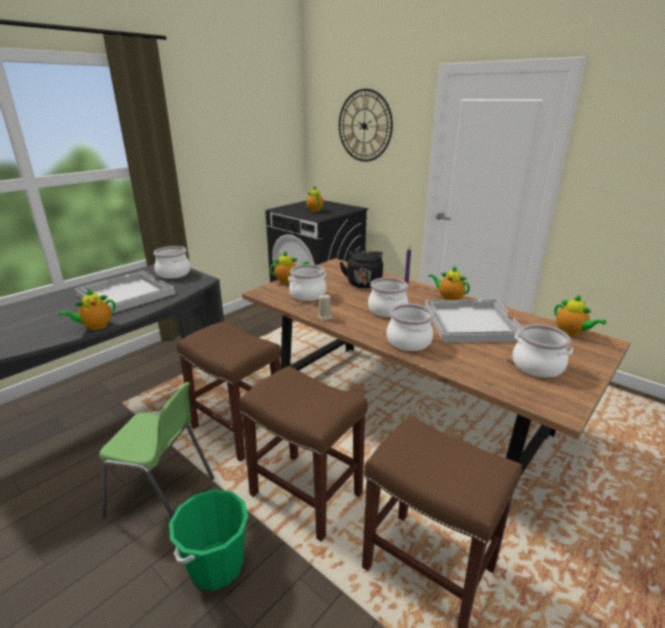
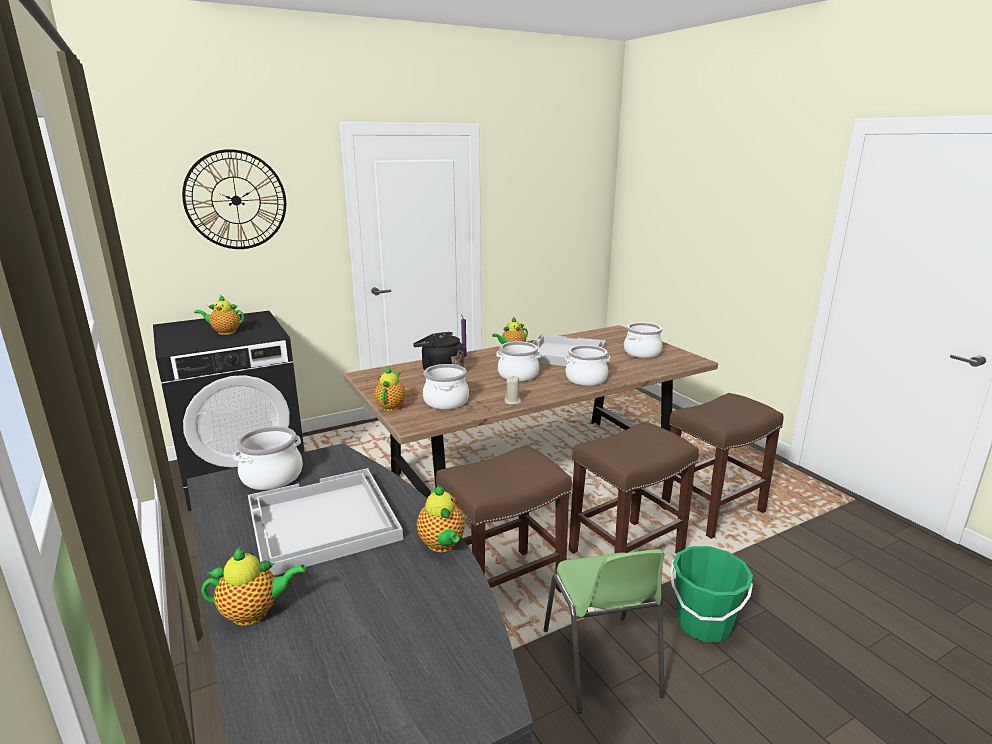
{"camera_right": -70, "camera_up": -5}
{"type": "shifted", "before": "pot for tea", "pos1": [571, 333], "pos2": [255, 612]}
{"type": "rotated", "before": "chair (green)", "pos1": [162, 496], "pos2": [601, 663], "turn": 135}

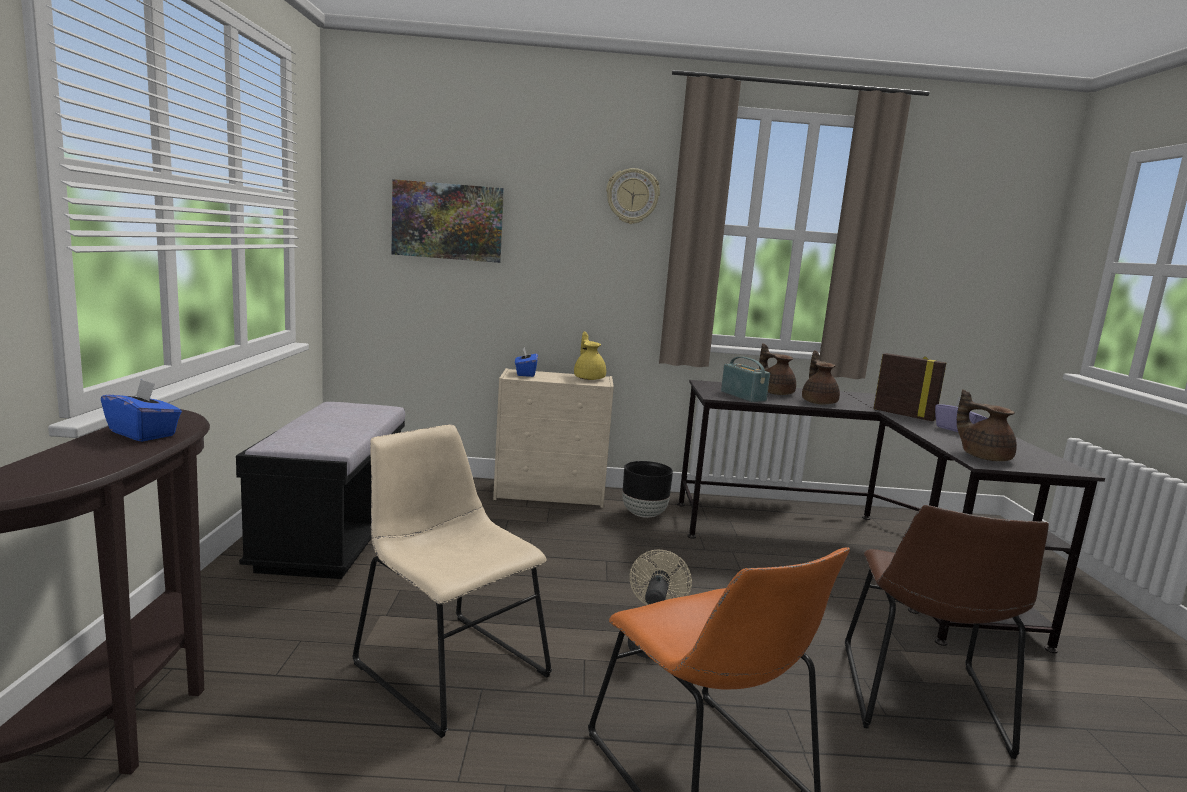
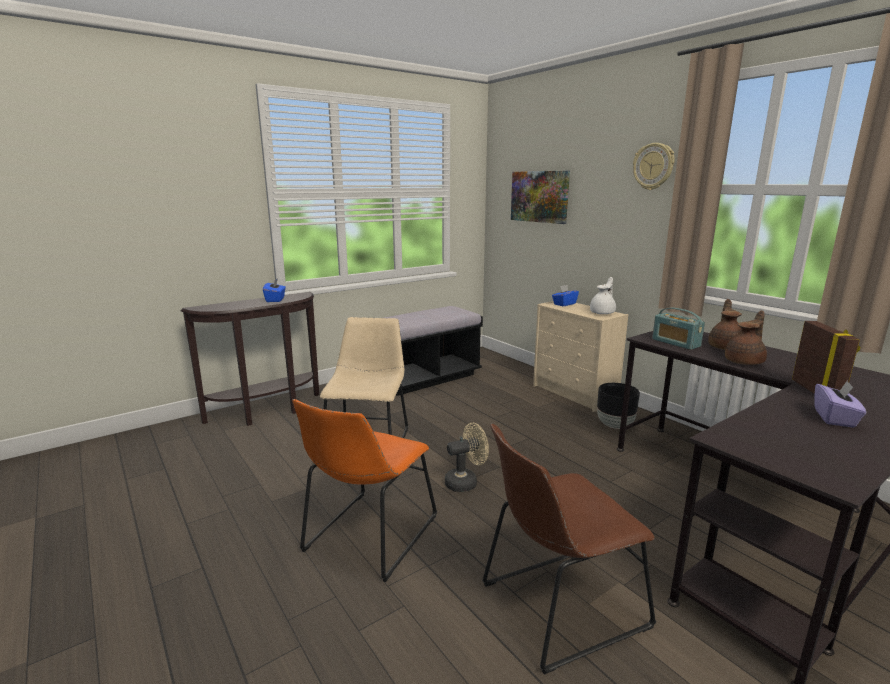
{"camera_right": 55, "camera_up": 5}
{"type": "repainted", "before": "pot for tea (yellowish)", "after": "pot for tea (white-coloured)", "pos1": [589, 378], "pos2": [603, 313]}
{"type": "rotated", "before": "radio set", "pos1": [743, 396], "pos2": [675, 343], "turn": 120}
{"type": "gone", "before": "pot for tea (brown)", "pos1": [983, 457]}

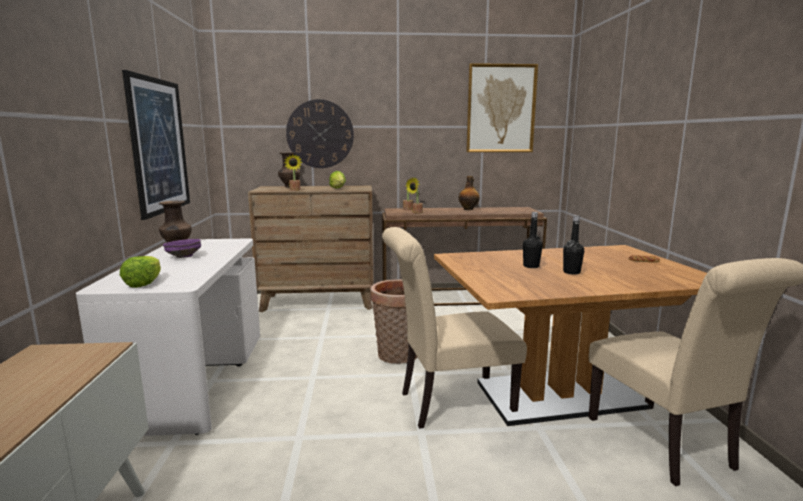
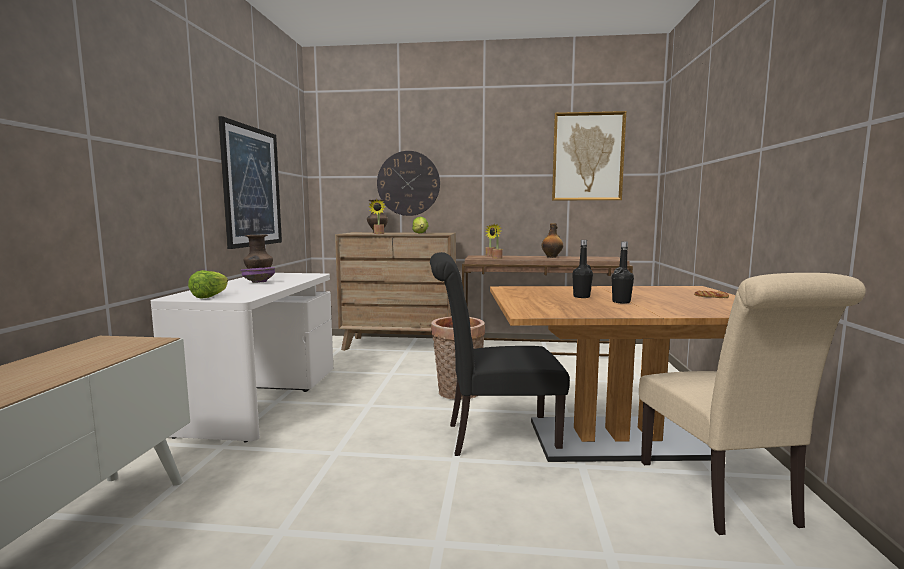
{"camera_right": 10, "camera_up": -5}
{"type": "repainted", "before": "chair (beige)", "after": "chair (black)", "pos1": [449, 404], "pos2": [494, 437]}

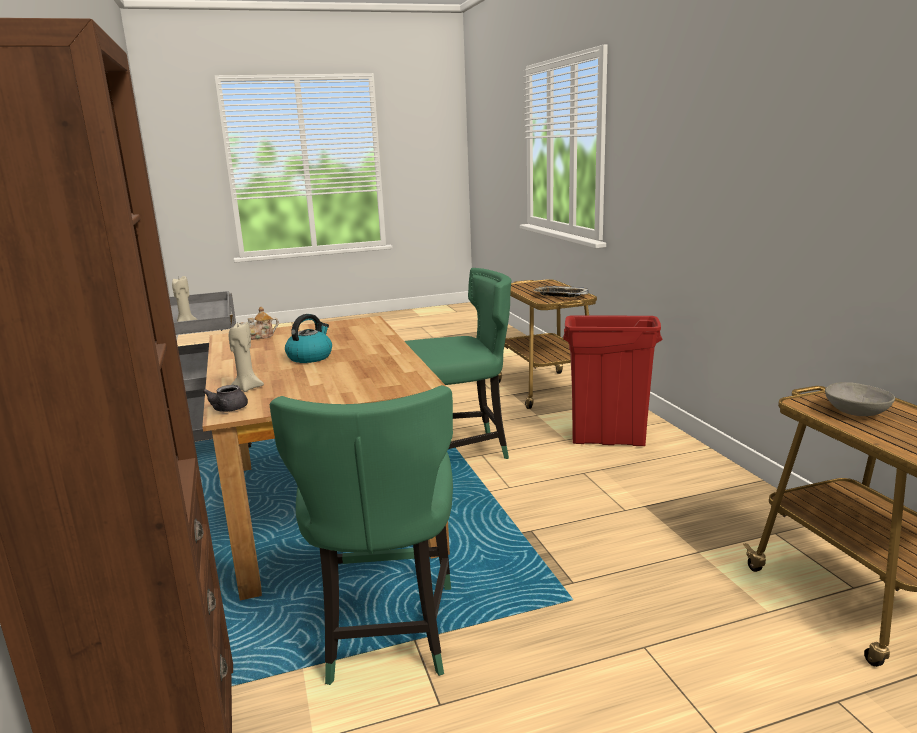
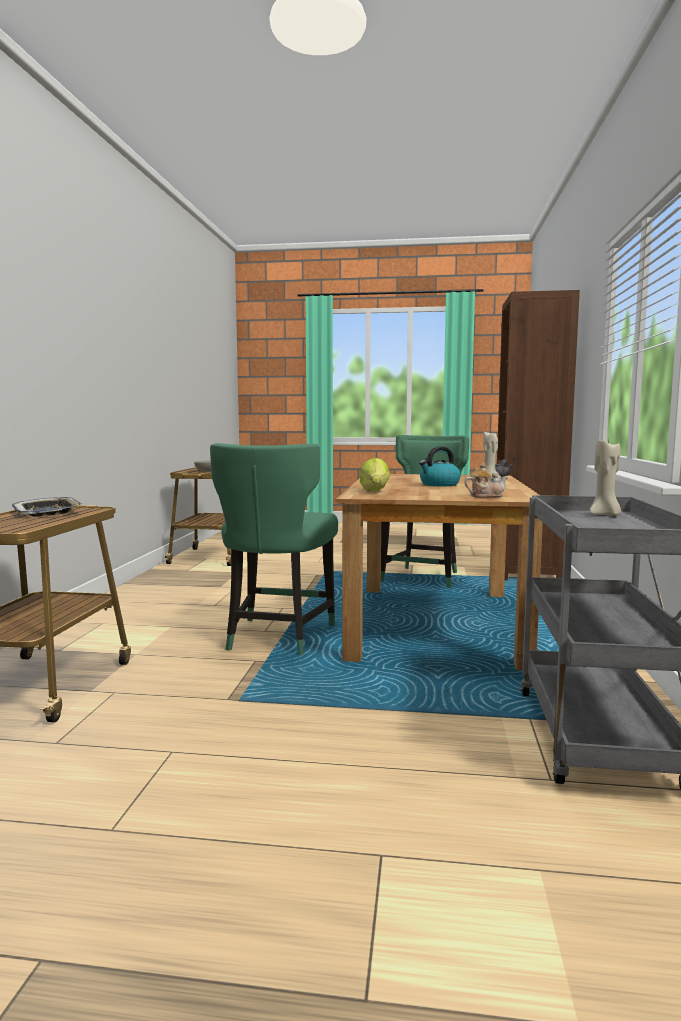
{"camera_right": -155, "camera_up": -10}
{"type": "rotated", "before": "chair (green)", "pos1": [461, 450], "pos2": [277, 637], "turn": -90}
{"type": "new", "after": "head of lettuce", "pos2": [375, 491]}
{"type": "gone", "before": "waste bin (reddish)", "pos1": [607, 440]}

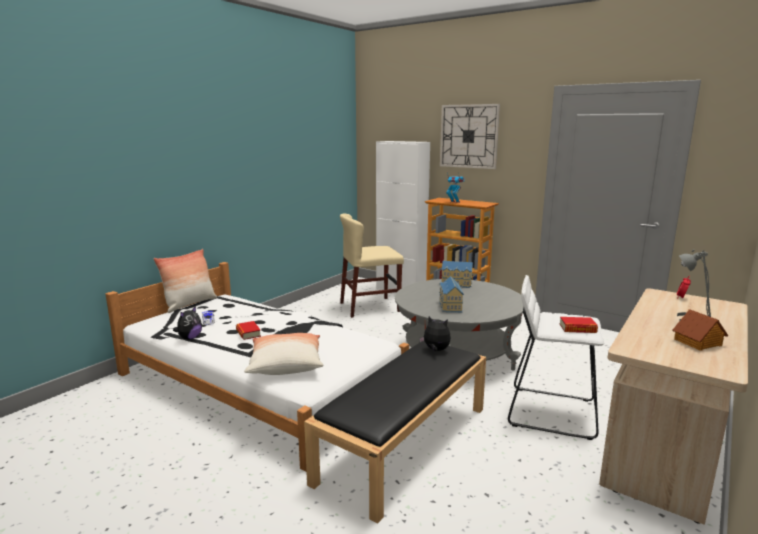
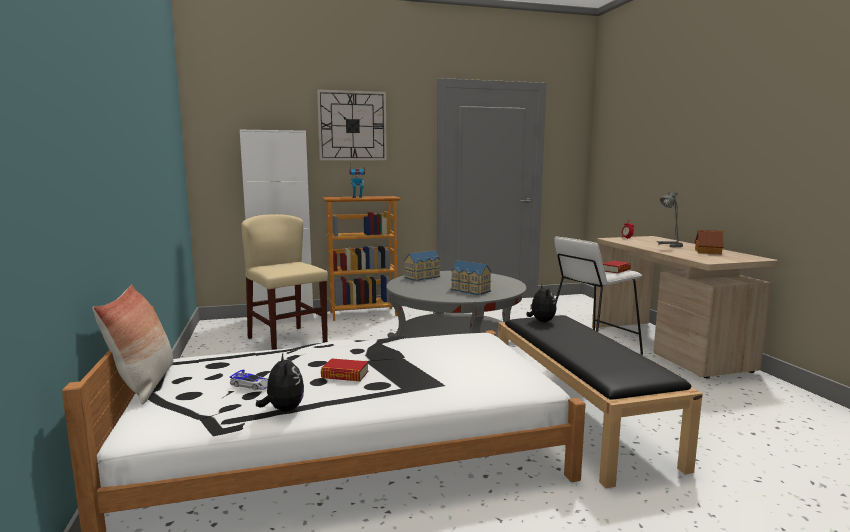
{"camera_right": -50, "camera_up": -5}
{"type": "rotated", "before": "chair (beige)", "pos1": [369, 307], "pos2": [287, 341], "turn": 120}
{"type": "rotated", "before": "cuddly toy", "pos1": [435, 350], "pos2": [541, 321], "turn": 105}
{"type": "gone", "before": "cushion", "pos1": [285, 364]}

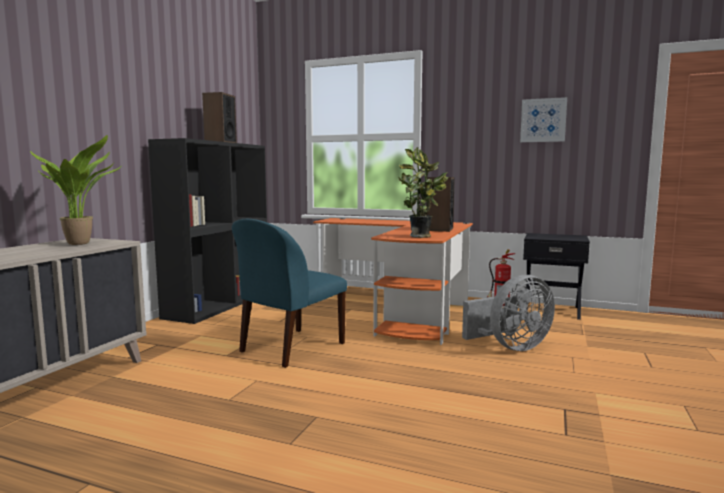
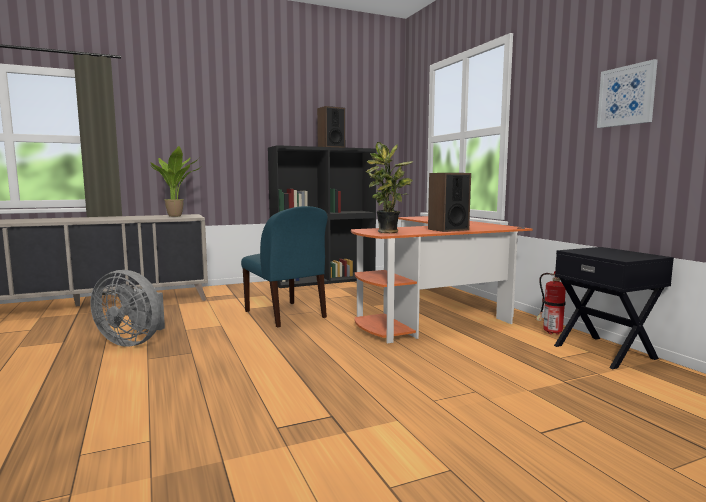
{"camera_right": 45, "camera_up": 0}
{"type": "shifted", "before": "fan (gray)", "pos1": [511, 347], "pos2": [133, 341]}
{"type": "rotated", "before": "chair (bluish)", "pos1": [290, 348], "pos2": [286, 315], "turn": -120}

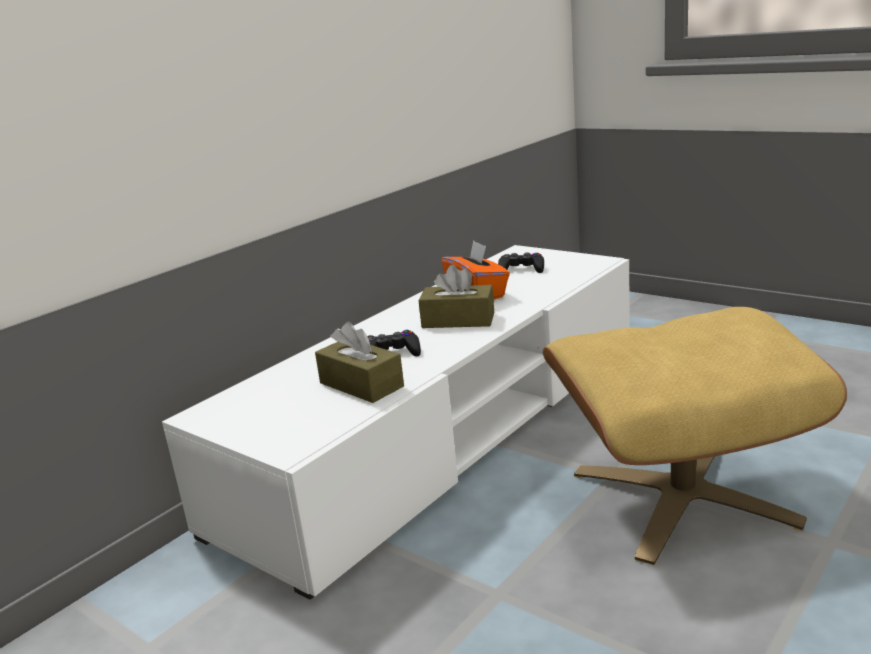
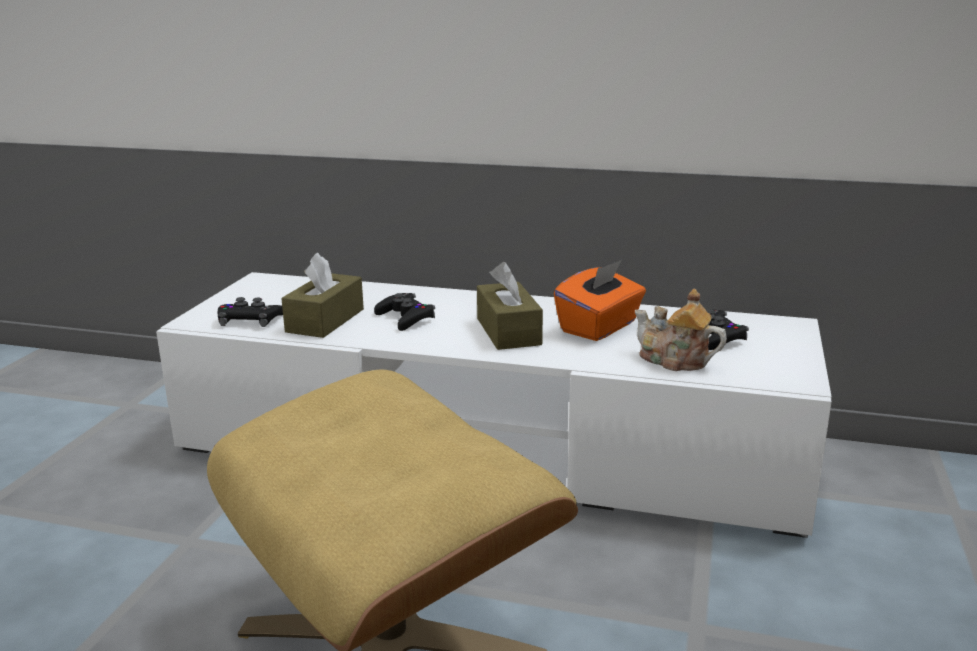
{"camera_right": 65, "camera_up": 0}
{"type": "new", "after": "gamepad (black)", "pos2": [250, 321]}
{"type": "new", "after": "pot for tea", "pos2": [674, 360]}

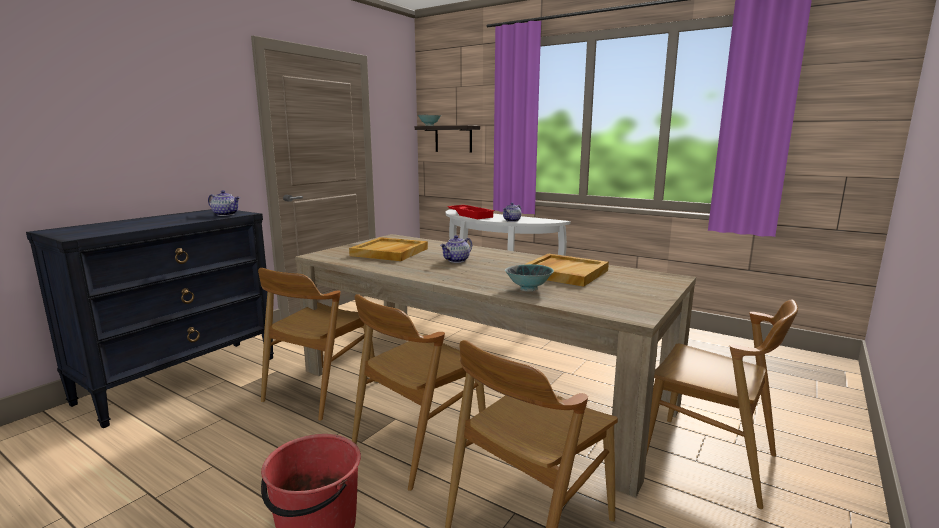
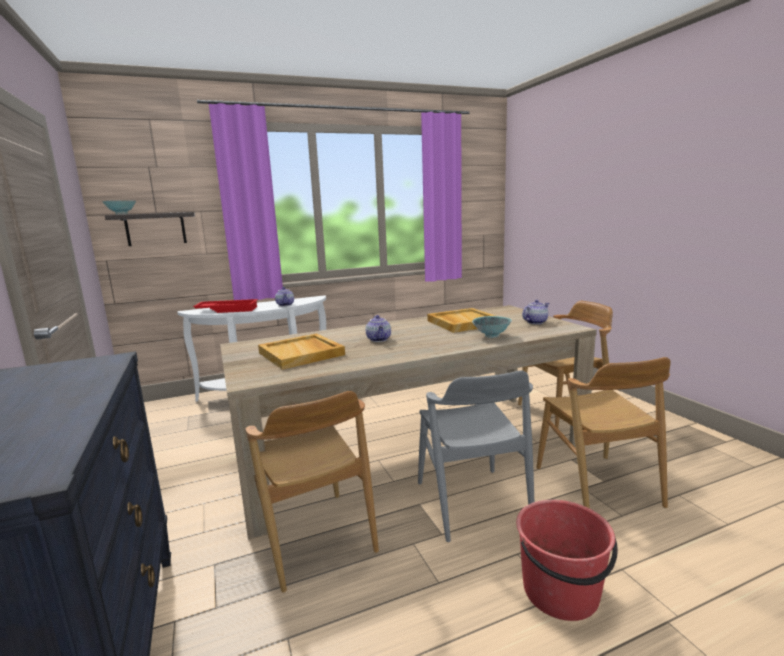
{"camera_right": -55, "camera_up": 0}
{"type": "repainted", "before": "chair (brown)", "after": "chair (gray)", "pos1": [419, 444], "pos2": [472, 503]}
{"type": "shifted", "before": "pot for tea", "pos1": [226, 214], "pos2": [535, 322]}

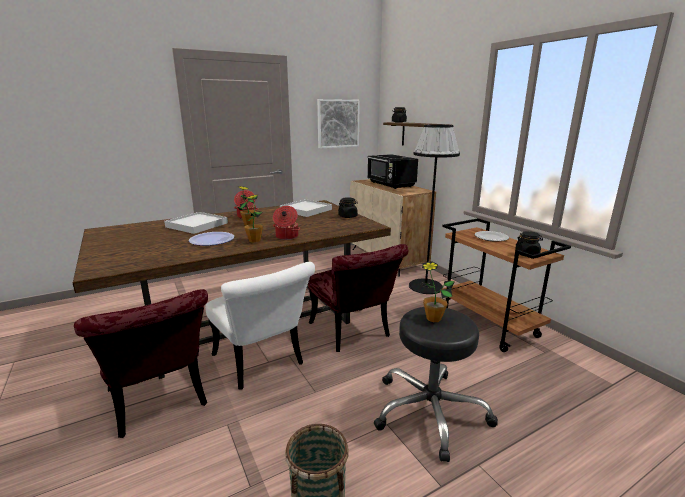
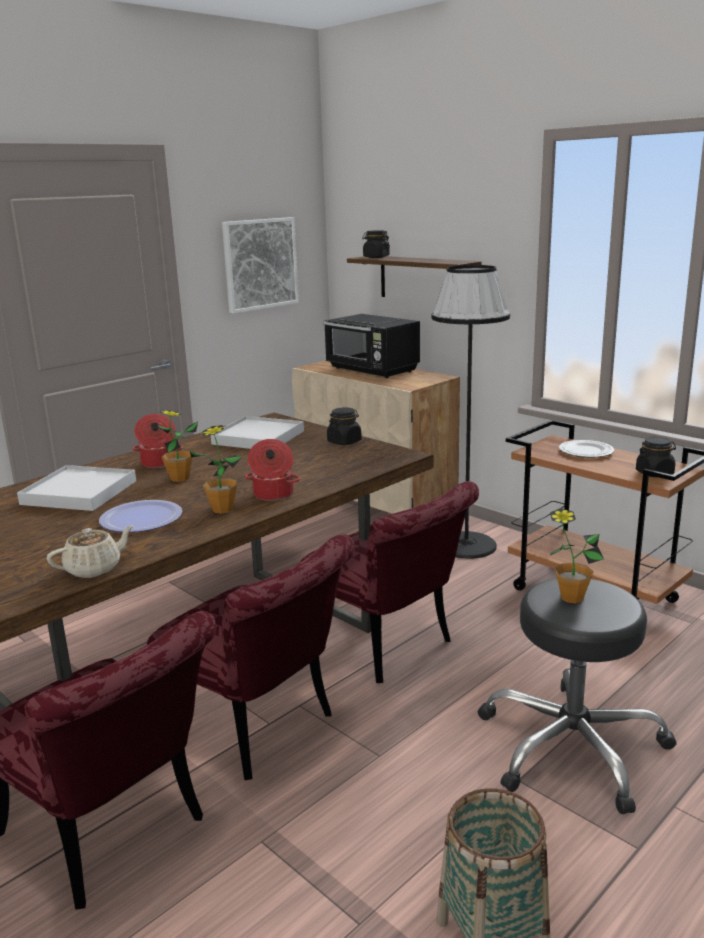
{"camera_right": -15, "camera_up": 0}
{"type": "new", "after": "pot for tea (beige)", "pos2": [94, 569]}
{"type": "repainted", "before": "chair (white-coloured)", "after": "chair (reddish)", "pos1": [262, 364], "pos2": [261, 729]}

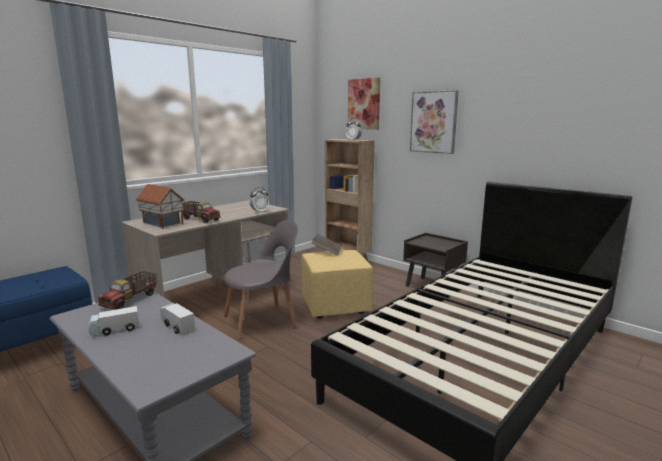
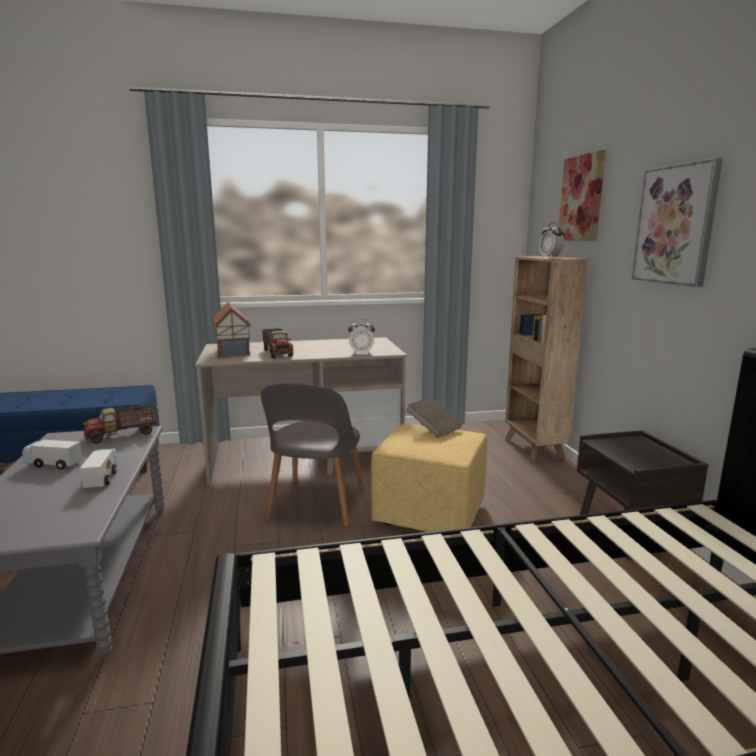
{"camera_right": 35, "camera_up": 0}
{"type": "rotated", "before": "chair (gray)", "pos1": [263, 321], "pos2": [316, 505], "turn": 90}

